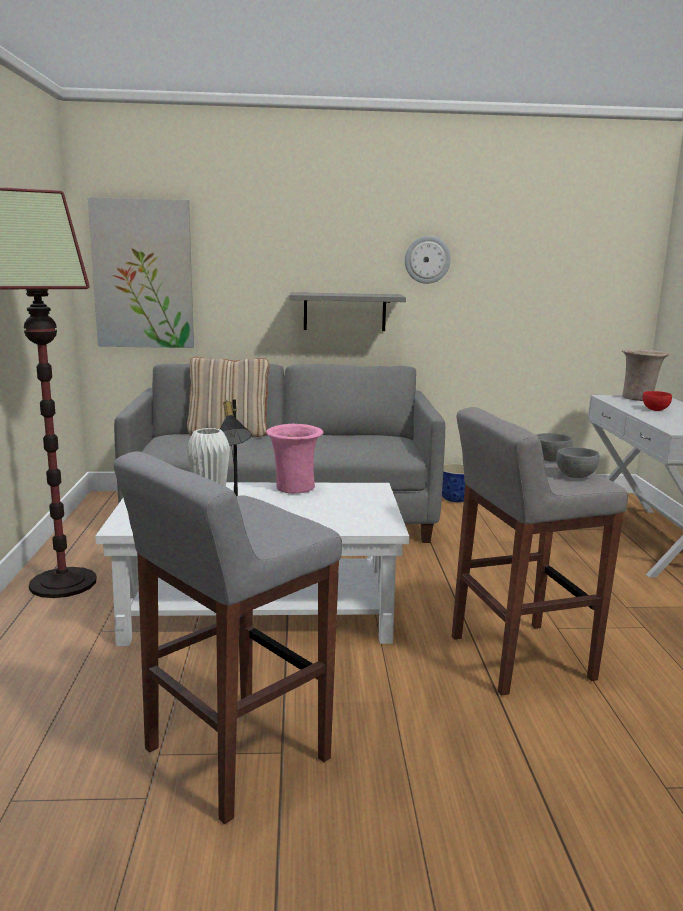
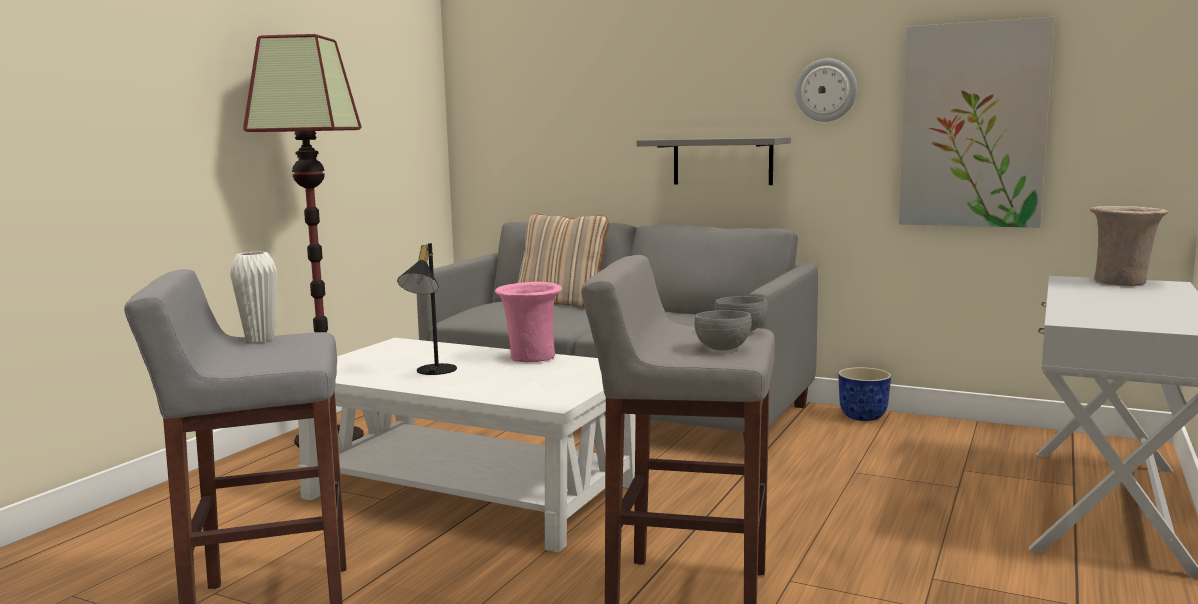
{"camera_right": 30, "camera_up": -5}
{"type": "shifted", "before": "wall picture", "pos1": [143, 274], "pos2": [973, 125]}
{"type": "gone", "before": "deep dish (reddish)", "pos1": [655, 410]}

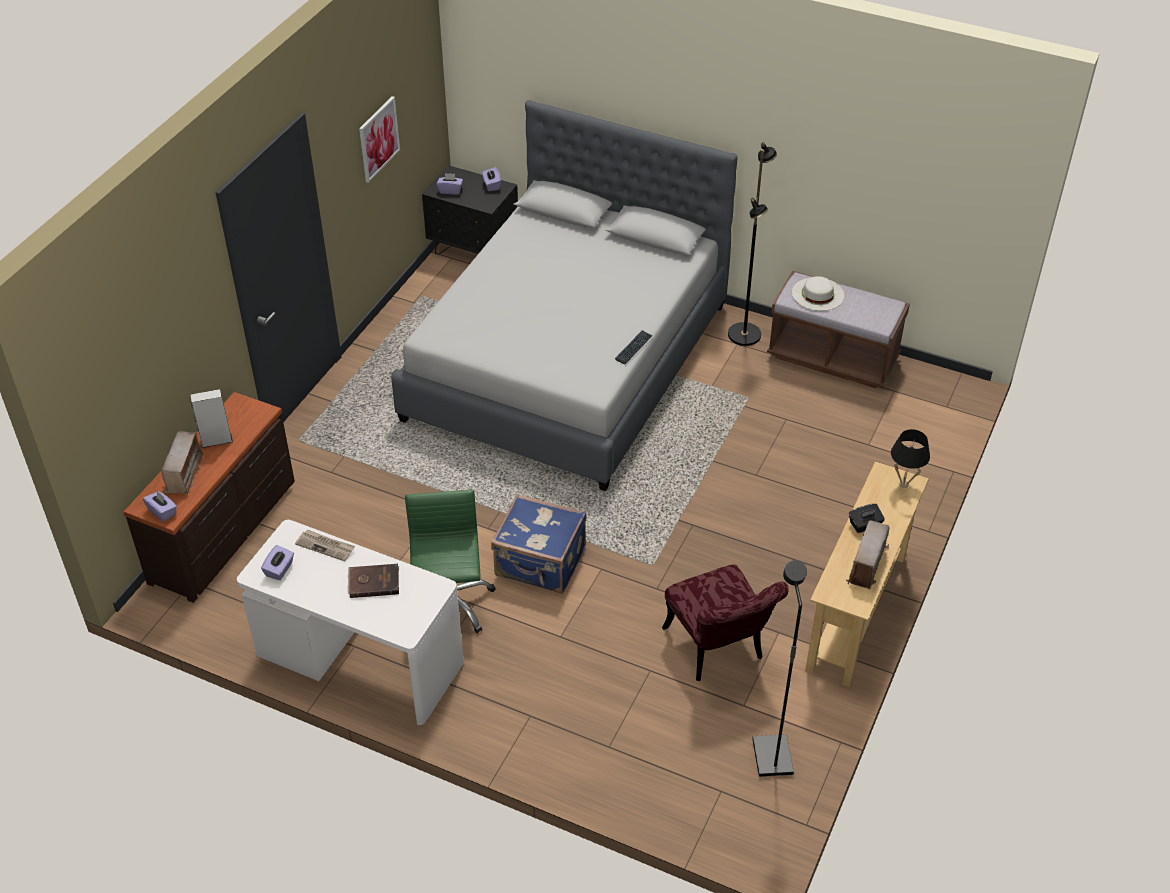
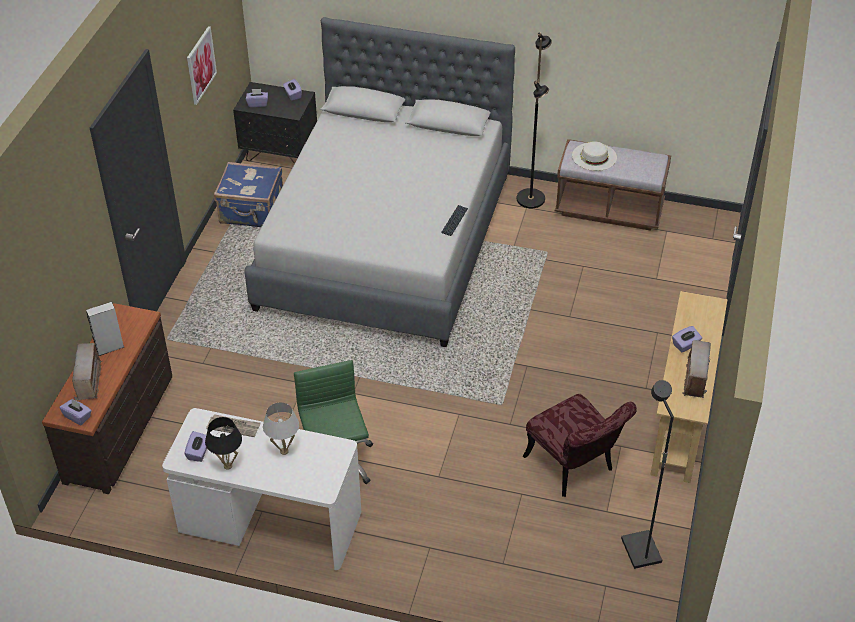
{"camera_right": -10, "camera_up": 0}
{"type": "shifted", "before": "table lamp (black)", "pos1": [903, 484], "pos2": [227, 466]}
{"type": "shifted", "before": "travel case (bluish)", "pos1": [540, 563], "pos2": [252, 212]}
{"type": "swapped", "before": "bound book (brown)", "after": "table lamp (white-coloured)", "pos1": [373, 582], "pos2": [284, 451]}
{"type": "repainted", "before": "box of tissues (black)", "after": "box of tissues (purplish)", "pos1": [865, 525], "pos2": [685, 345]}

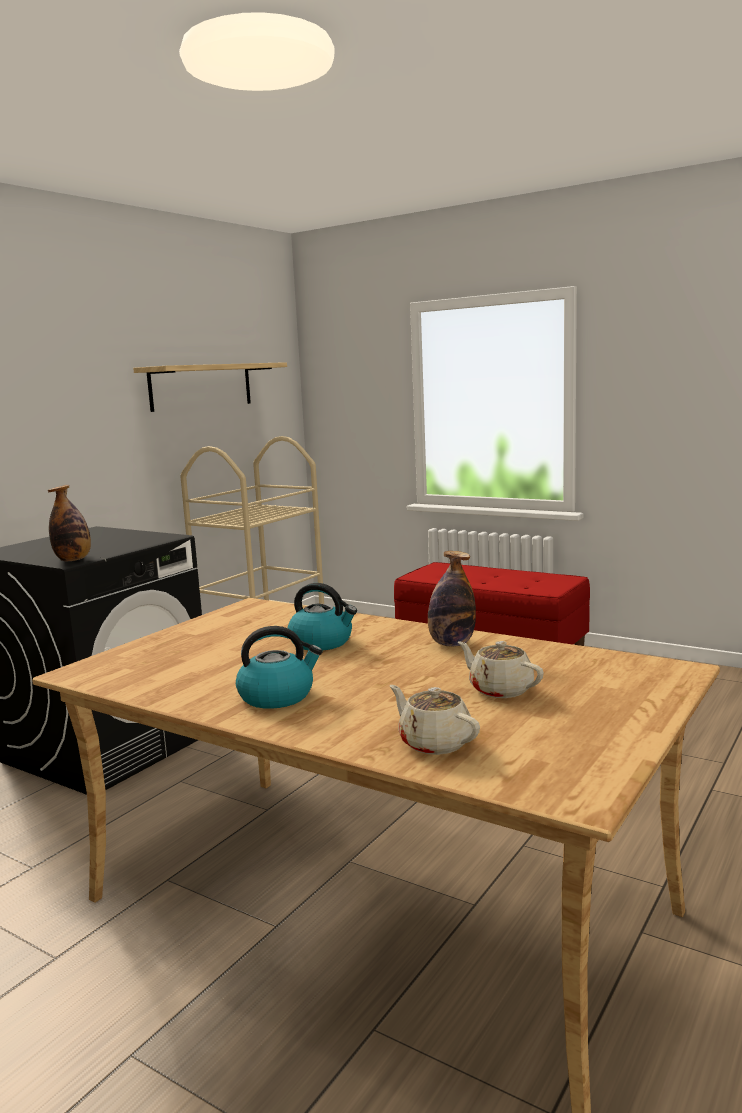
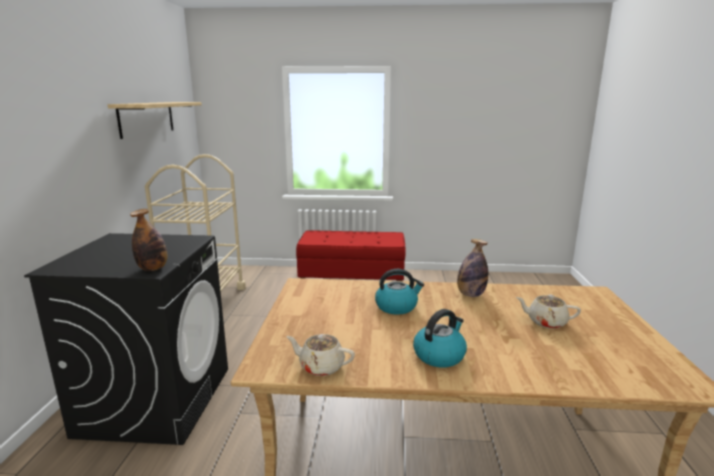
{"camera_right": -30, "camera_up": 5}
{"type": "shifted", "before": "pot for tea (beige)", "pos1": [434, 743], "pos2": [321, 366]}

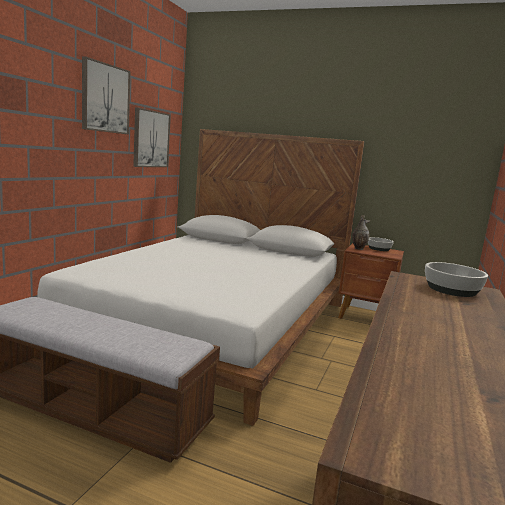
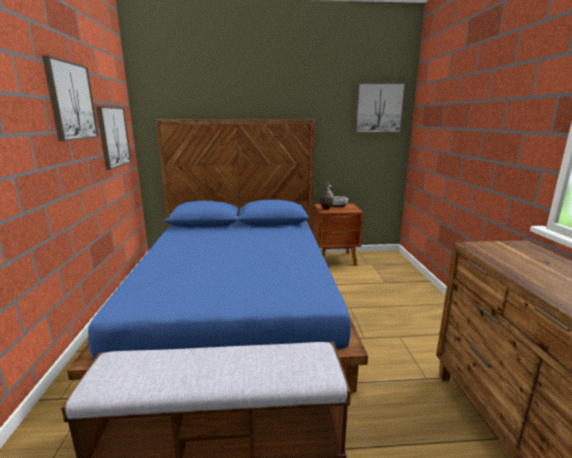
{"camera_right": -25, "camera_up": 5}
{"type": "repainted", "before": "bedroom bed (white-coloured)", "after": "bedroom bed (bluish)", "pos1": [214, 324], "pos2": [237, 304]}
{"type": "new", "after": "wall picture", "pos2": [379, 108]}
{"type": "gone", "before": "deep dish", "pos1": [452, 289]}

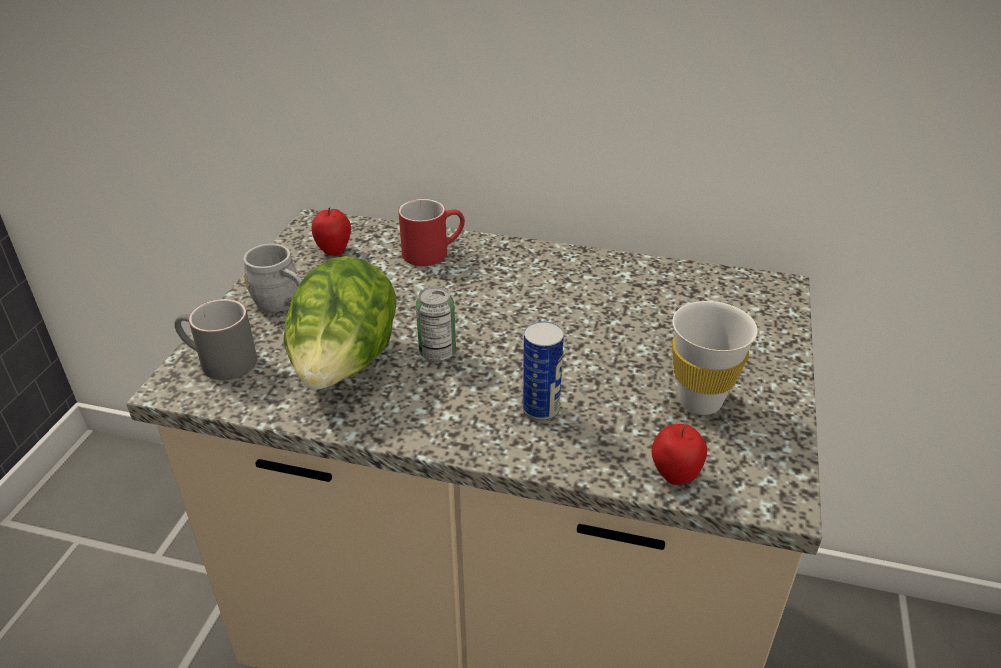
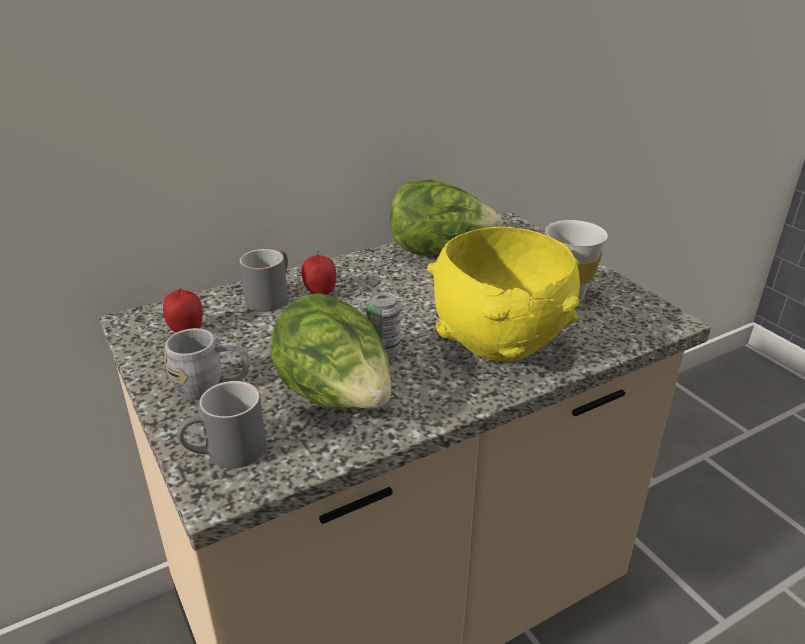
{"camera_right": -45, "camera_up": -5}
{"type": "repainted", "before": "mug (reddish)", "after": "mug (gray)", "pos1": [433, 251], "pos2": [270, 296]}
{"type": "shifted", "before": "apple fruit", "pos1": [674, 476], "pos2": [320, 294]}
{"type": "new", "after": "head of lettuce", "pos2": [439, 251]}
{"type": "swapped", "before": "sealed can", "after": "deep dish (yellowish)", "pos1": [540, 409], "pos2": [500, 347]}

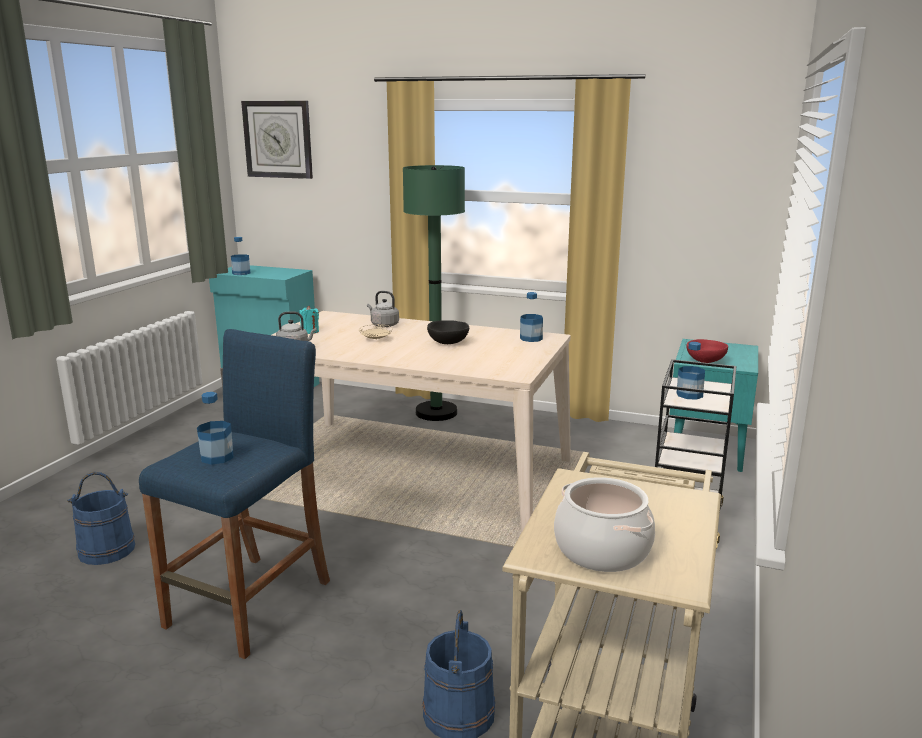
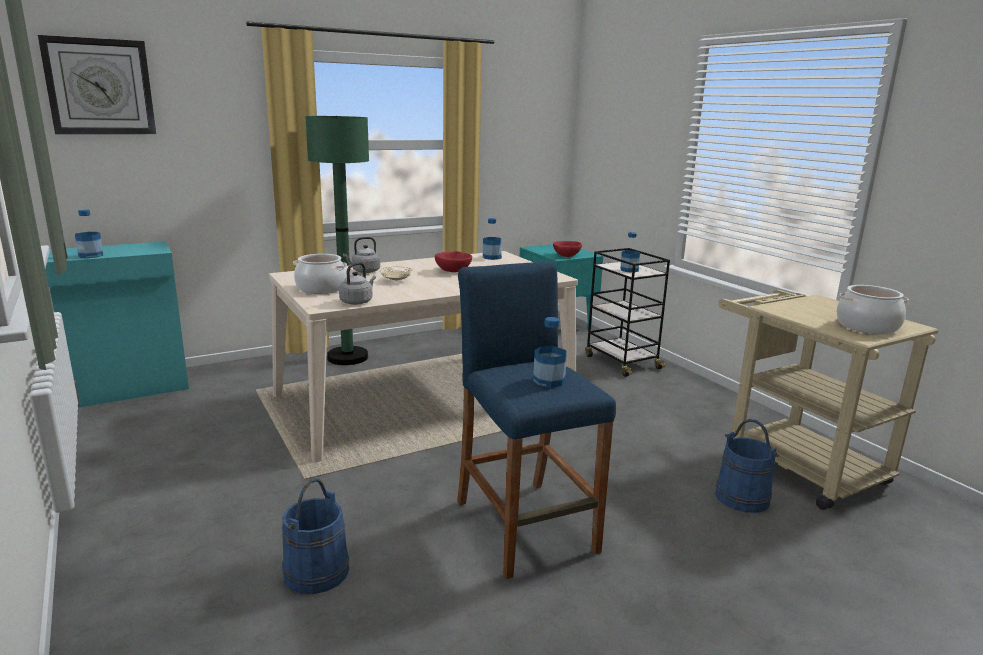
{"camera_right": -50, "camera_up": 0}
{"type": "swapped", "before": "wax light (turquoise)", "after": "cooking pot", "pos1": [309, 331], "pos2": [321, 288]}
{"type": "repainted", "before": "deep dish (black)", "after": "deep dish (reddish)", "pos1": [448, 343], "pos2": [453, 271]}

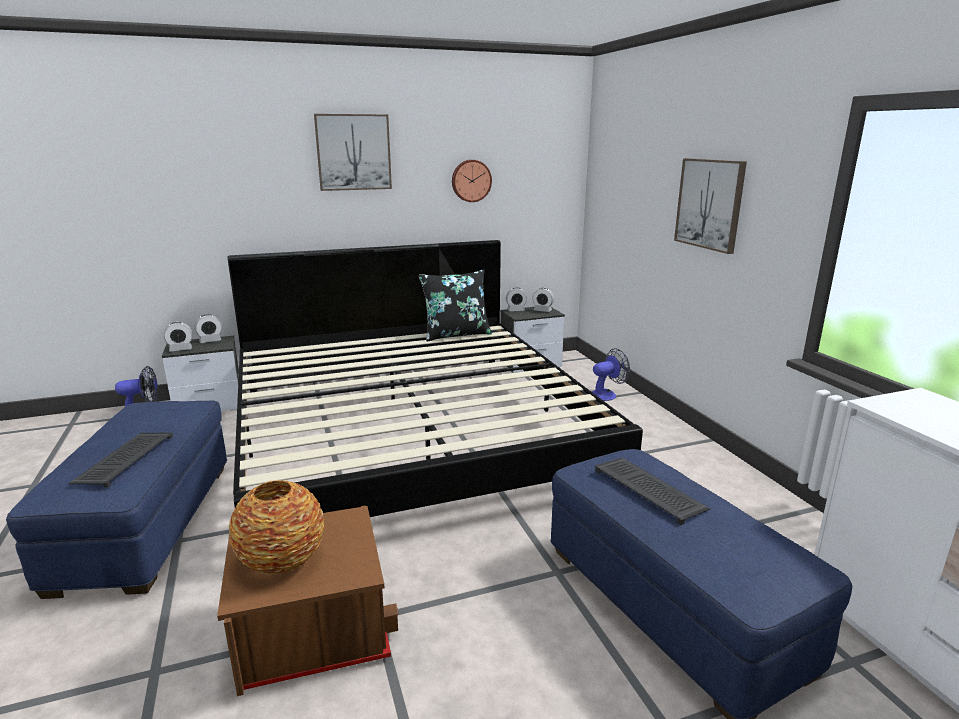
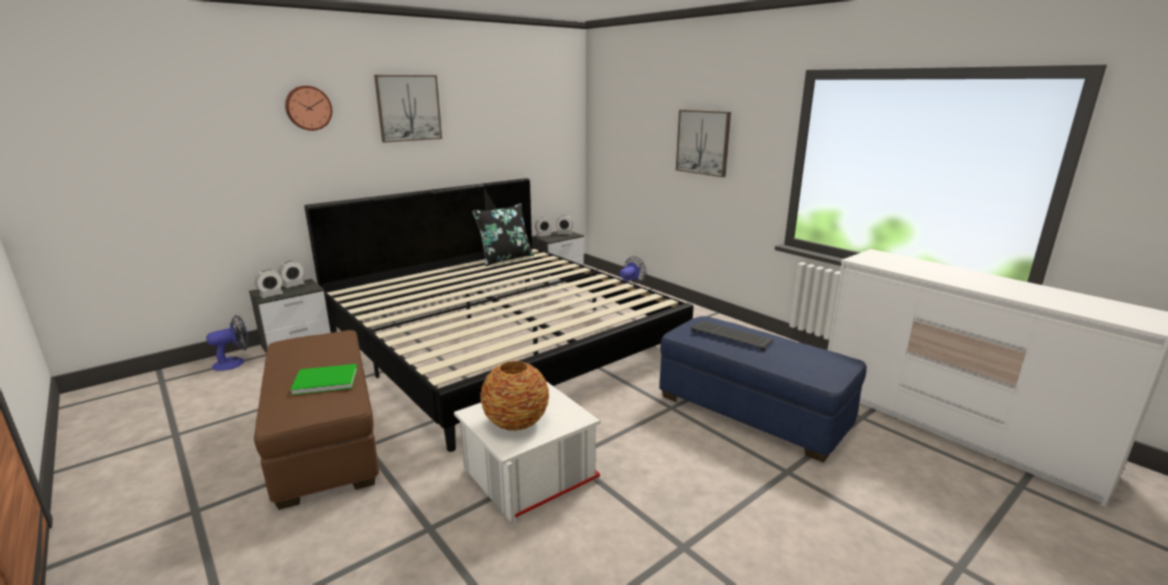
{"camera_right": -20, "camera_up": 0}
{"type": "repainted", "before": "footrest (bluish)", "after": "footrest (brown)", "pos1": [146, 524], "pos2": [324, 441]}
{"type": "shifted", "before": "wall clock", "pos1": [471, 180], "pos2": [308, 108]}
{"type": "swapped", "before": "PC keyboard", "after": "bound book (green)", "pos1": [125, 459], "pos2": [324, 380]}
{"type": "repainted", "before": "storage container (brown)", "after": "storage container (white-coloured)", "pos1": [312, 628], "pos2": [528, 475]}

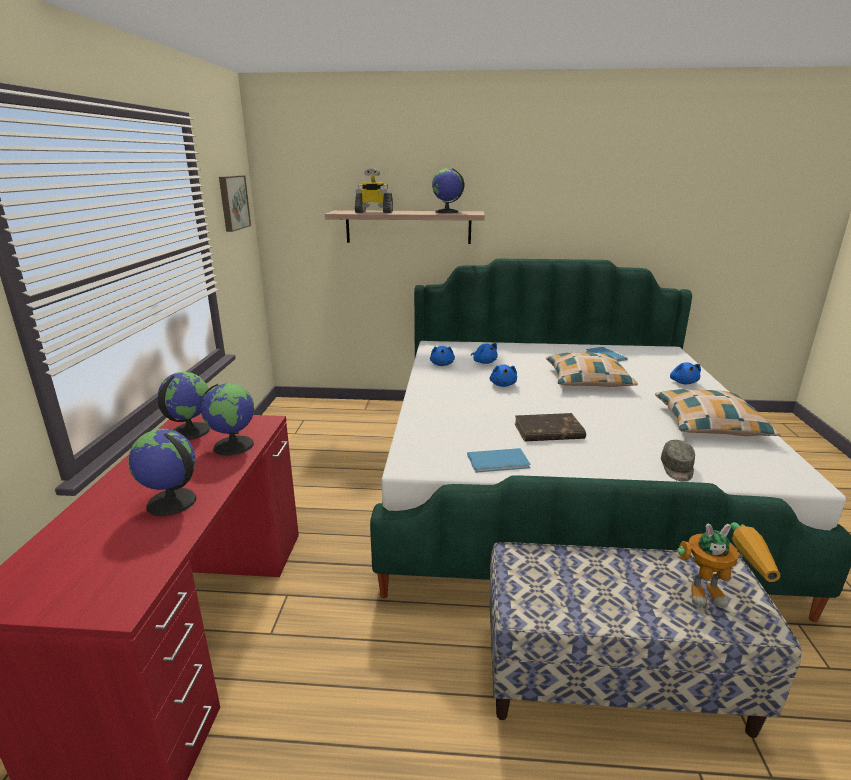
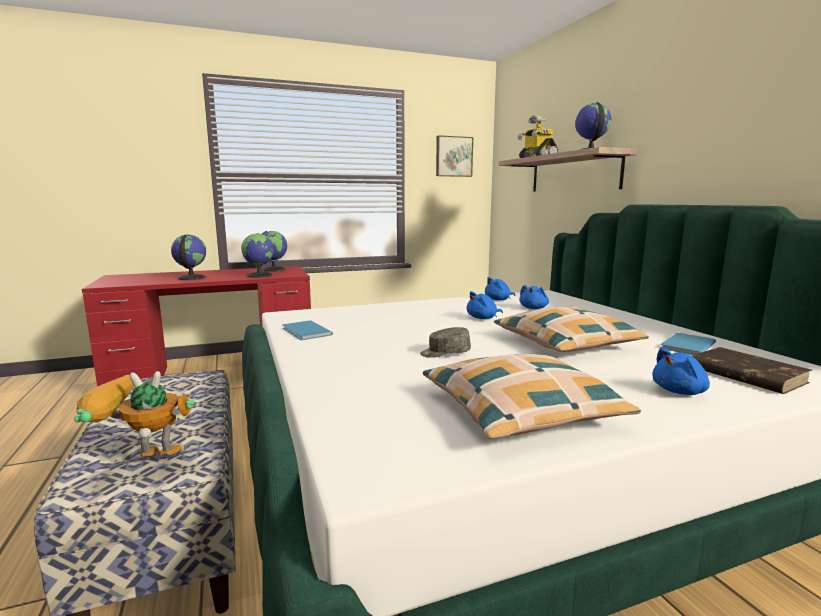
{"camera_right": 65, "camera_up": -10}
{"type": "rotated", "before": "toy robot", "pos1": [717, 594], "pos2": [140, 462], "turn": 105}
{"type": "shifted", "before": "cap (gray)", "pos1": [677, 469], "pos2": [445, 353]}
{"type": "shifted", "before": "bound book (brown)", "pos1": [548, 431], "pos2": [745, 374]}

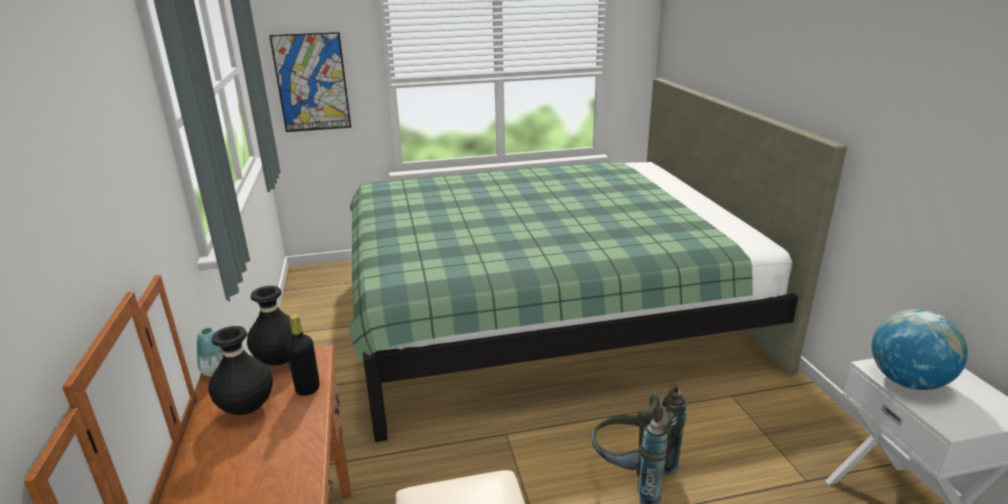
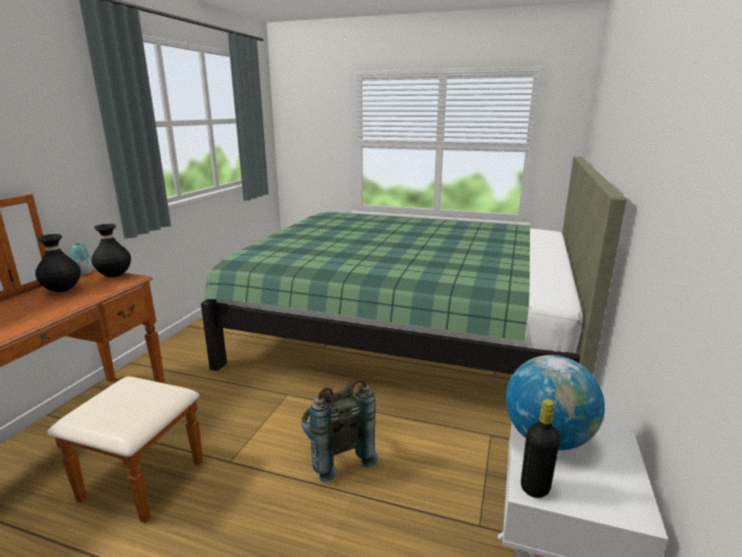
{"camera_right": 30, "camera_up": -5}
{"type": "shifted", "before": "beverage bottle (black)", "pos1": [308, 389], "pos2": [535, 487]}
{"type": "gone", "before": "wall picture", "pos1": [312, 83]}

